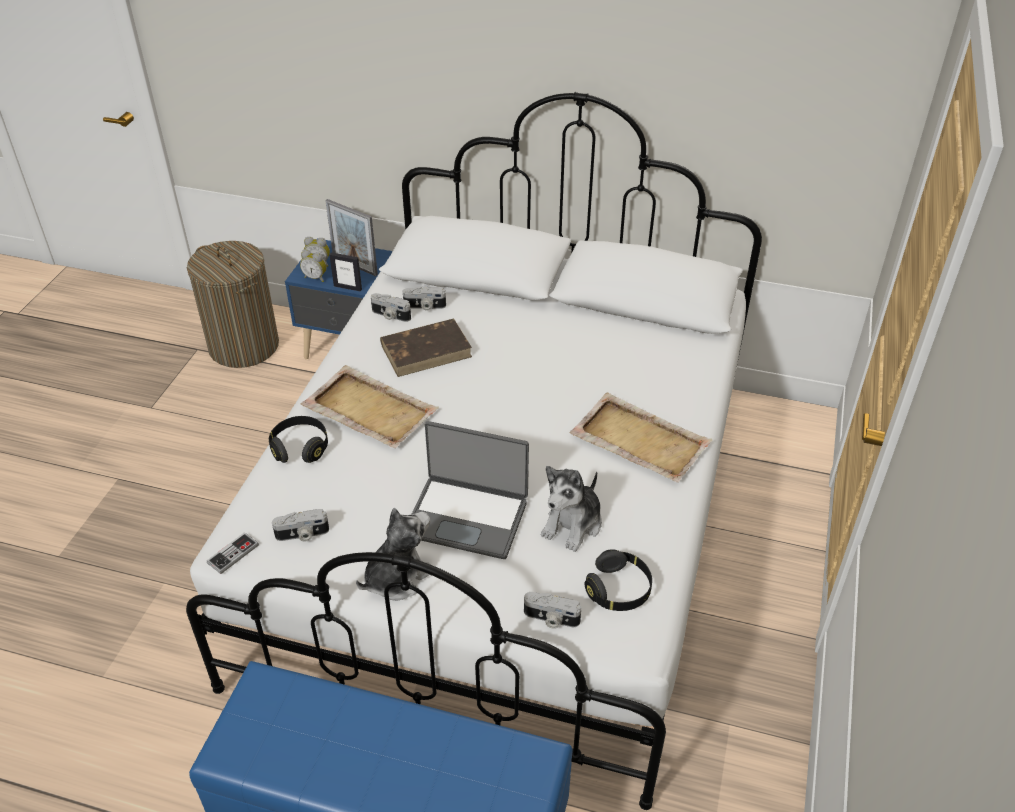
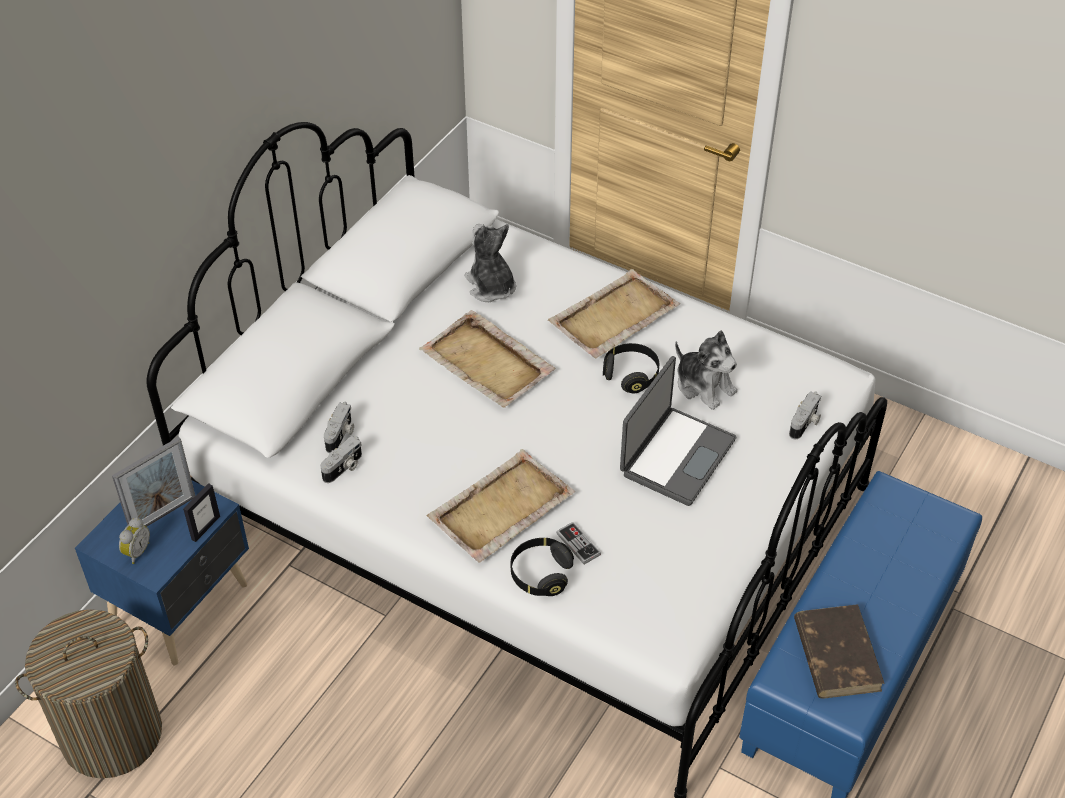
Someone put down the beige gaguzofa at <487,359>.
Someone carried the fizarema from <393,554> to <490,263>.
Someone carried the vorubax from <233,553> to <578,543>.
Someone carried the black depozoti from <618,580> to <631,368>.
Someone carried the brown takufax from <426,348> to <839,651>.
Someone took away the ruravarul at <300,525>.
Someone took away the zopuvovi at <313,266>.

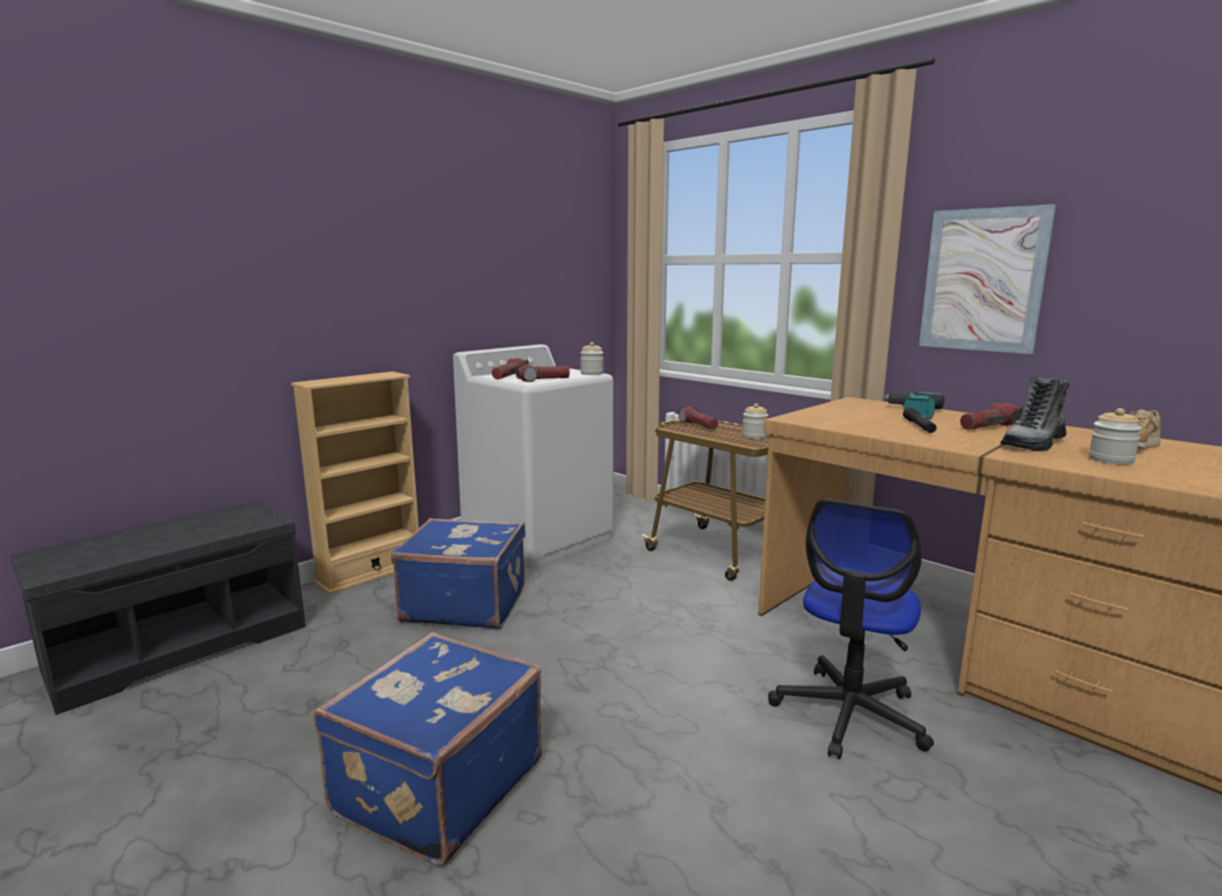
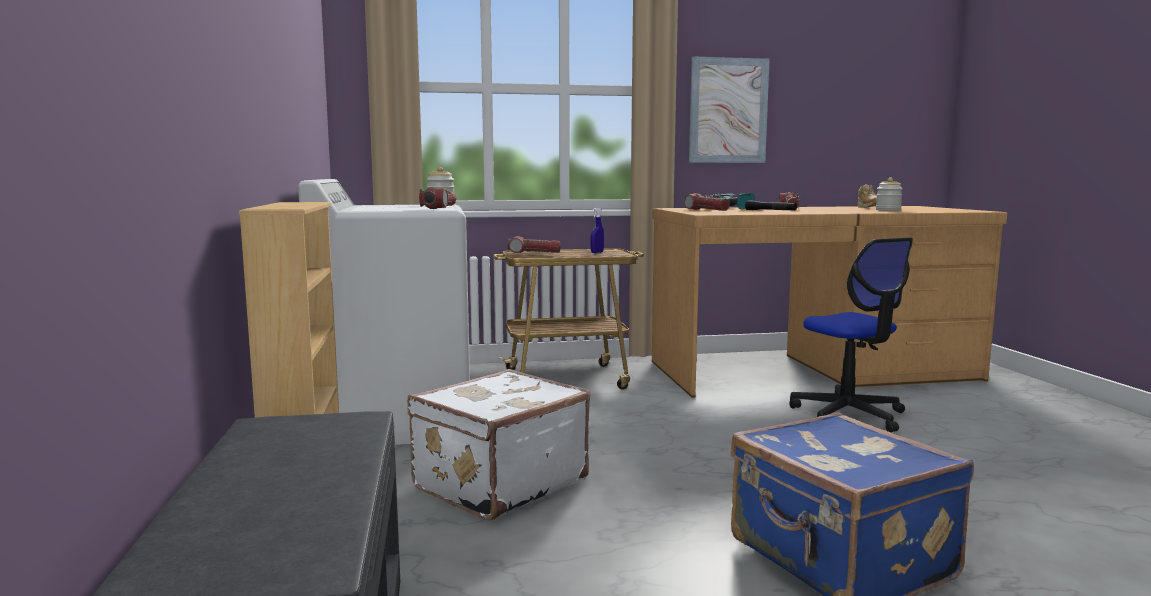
Someone repainted the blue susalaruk at <458,573>, which became the white susalaruk at <499,444>.
Someone swapped the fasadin at <755,421> for the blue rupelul at <597,230>.
Someone carried the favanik from <510,368> to <707,202>.
Someone took away the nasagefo at <1034,413>.

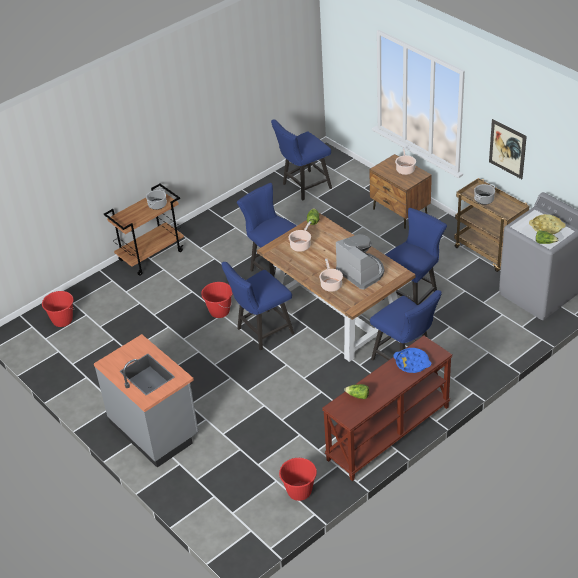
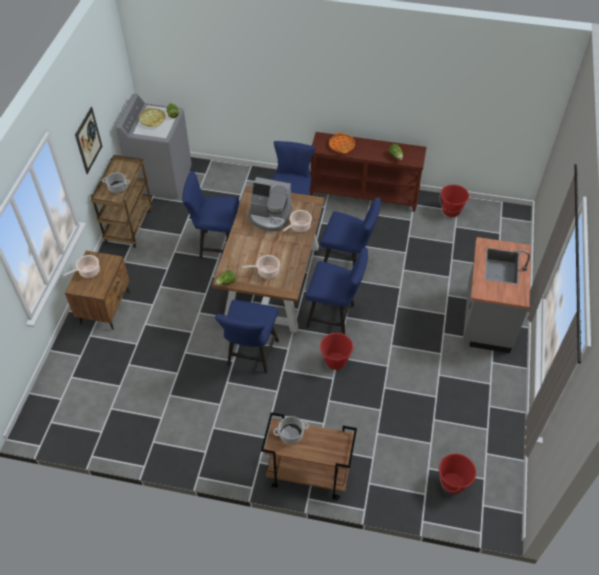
Someone rotated the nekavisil at <360,261> by 90 degrees counterclockwise.
Someone carried the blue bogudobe from <301,160> to <350,234>.
Someone repainted the blue gaguzofa at <412,360>, which became the orange gaguzofa at <342,143>.

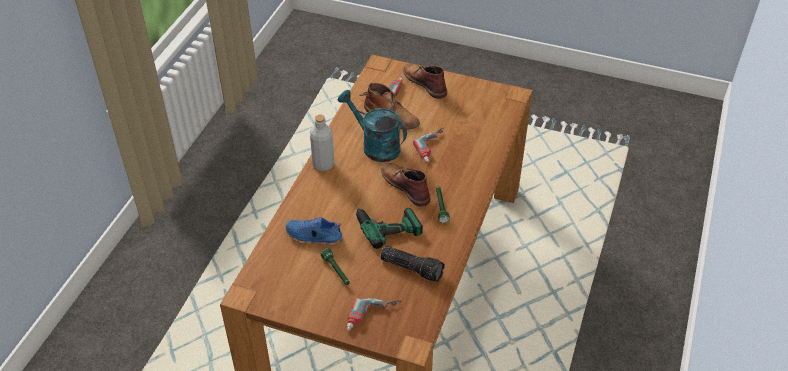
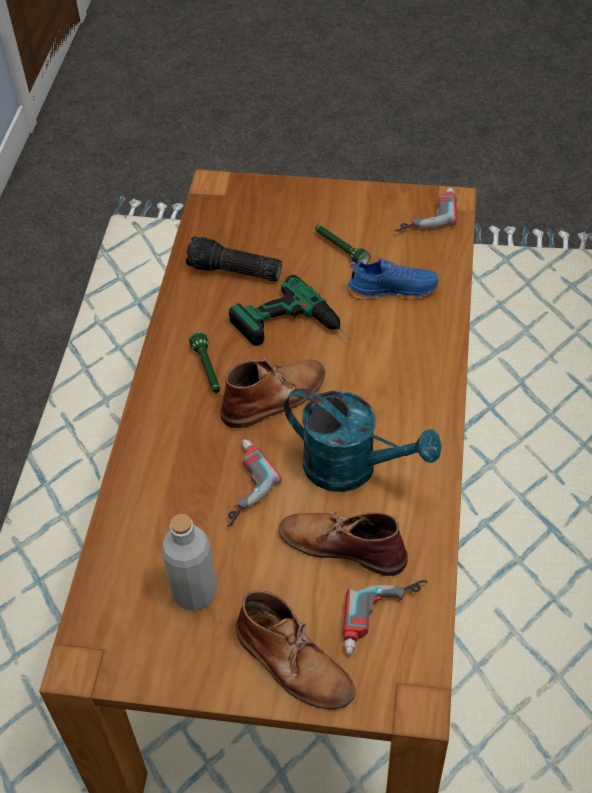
Someone carried the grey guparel from <322,143> to <189,562>.
Someone rotated the brown nasagefo at <405,185> by 75 degrees counterclockwise.
Someone carried the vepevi from <374,314> to <426,209>.

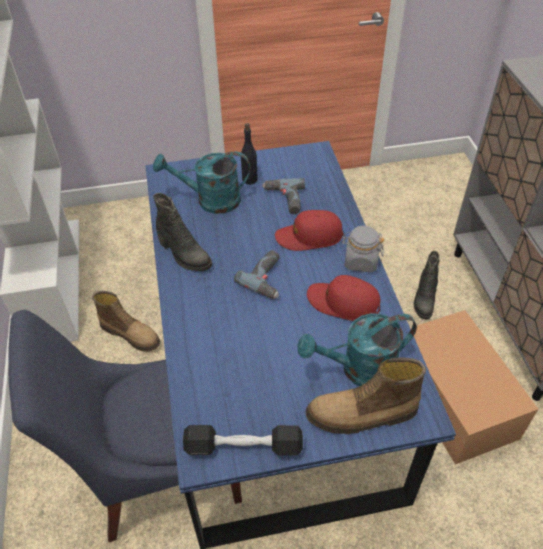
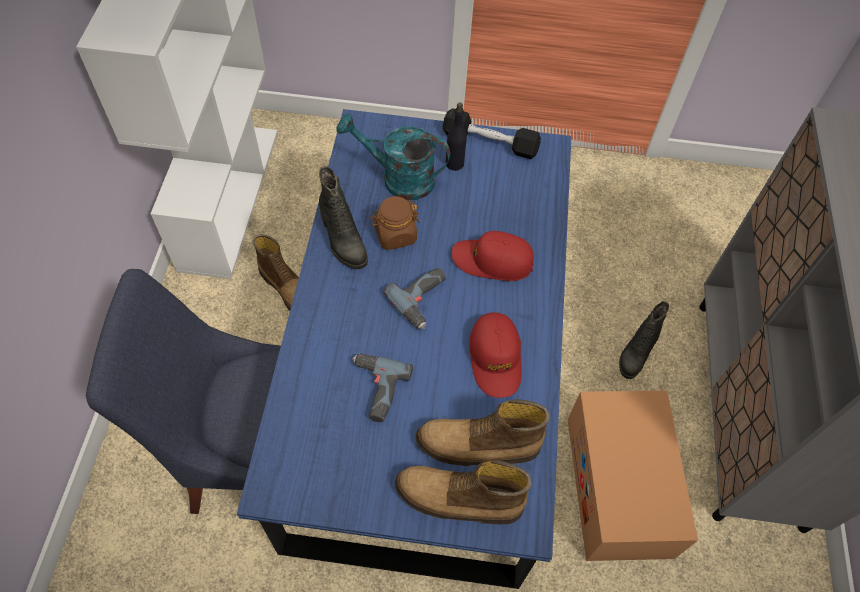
Someone carried the vepevi from <283,196> to <383,387>.
Someone put down the brown fasadin at <395,223>.
Someone swapped the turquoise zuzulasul at <357,350> for the nasagefo at <482,432>.
Someone carried the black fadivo from <243,440> to <492,133>.
Someone rotated the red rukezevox at <344,298> by 135 degrees counterclockwise.
Someone took away the grey fasadin at <362,249>.

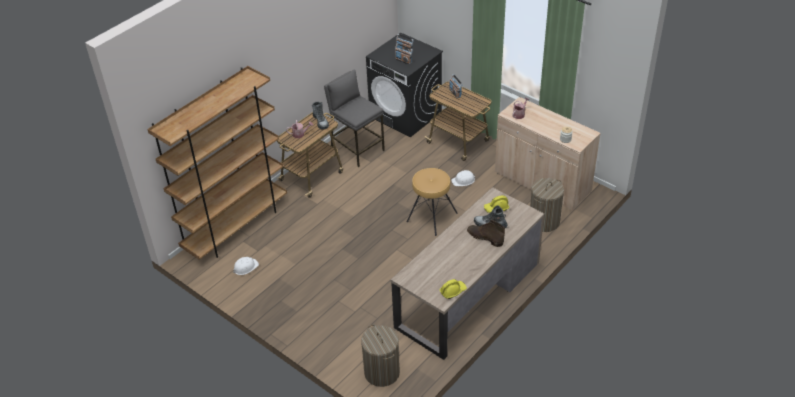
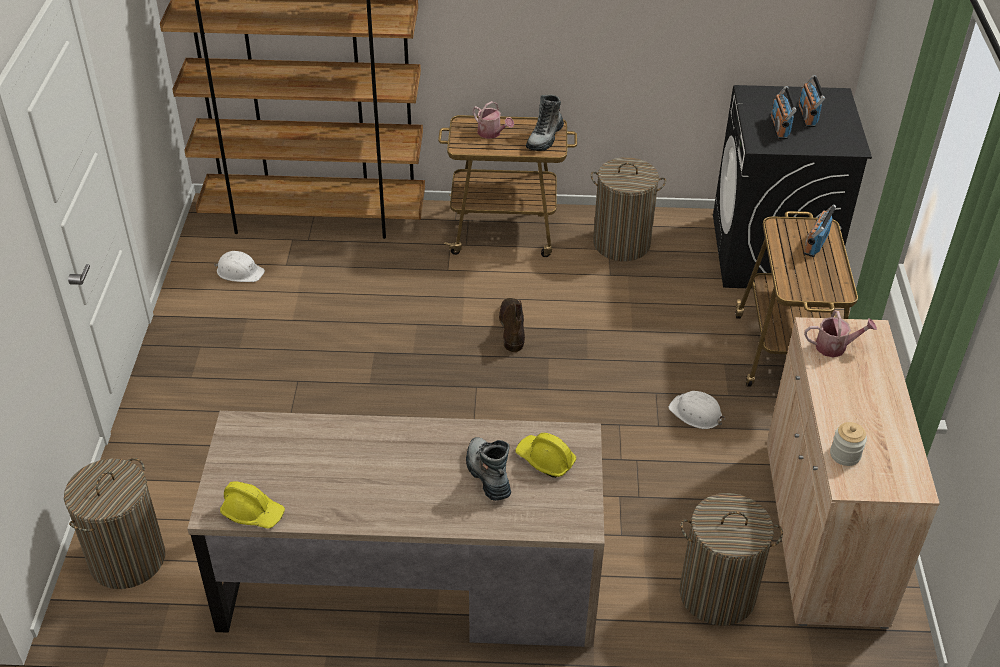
Someone carried the brown nasagefo from <486,233> to <512,325>.
Someone swapped the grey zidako at <354,118> for the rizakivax at <628,209>.
Someone took away the brown zidako at <432,202>.

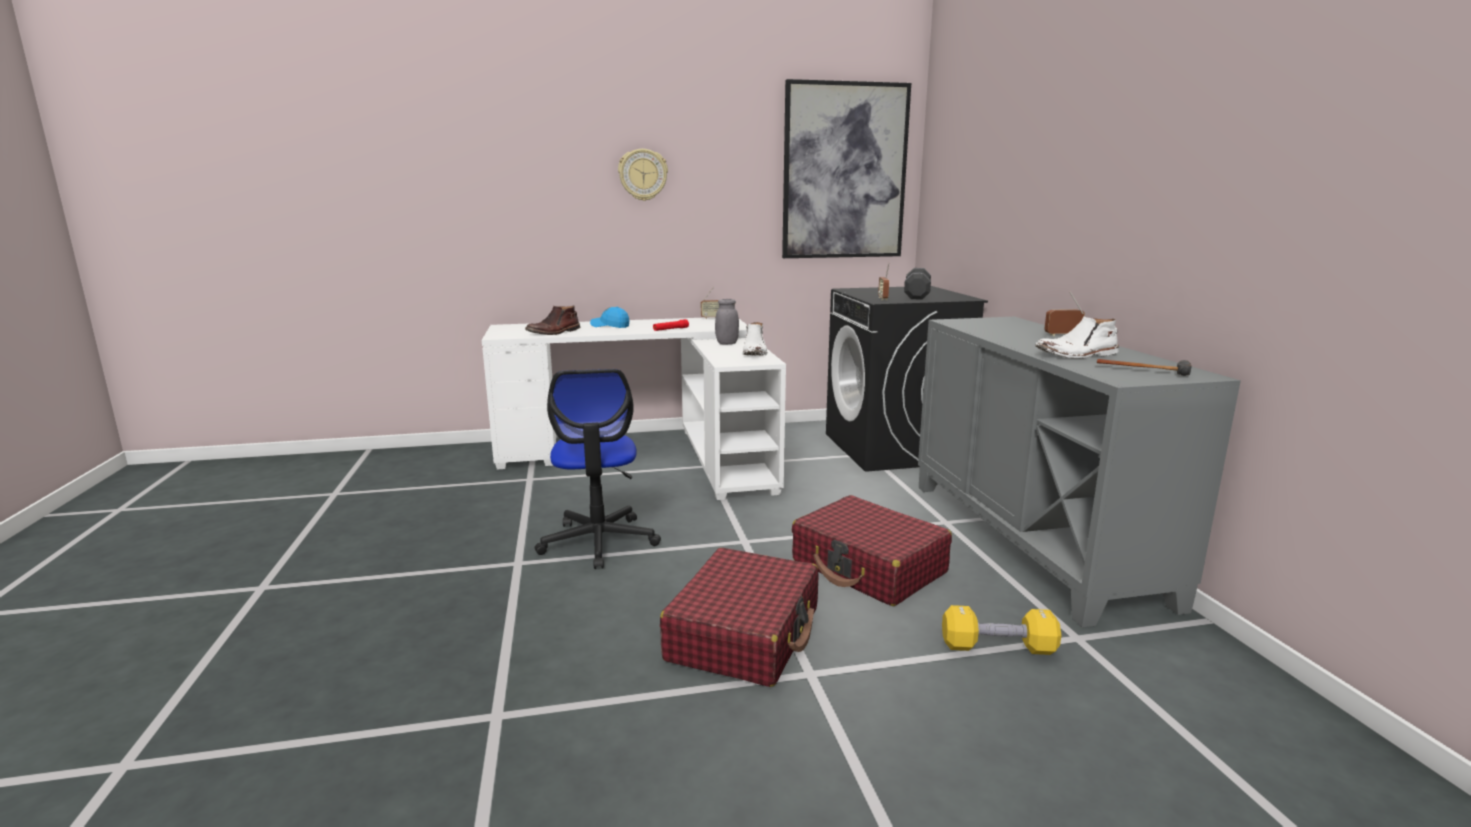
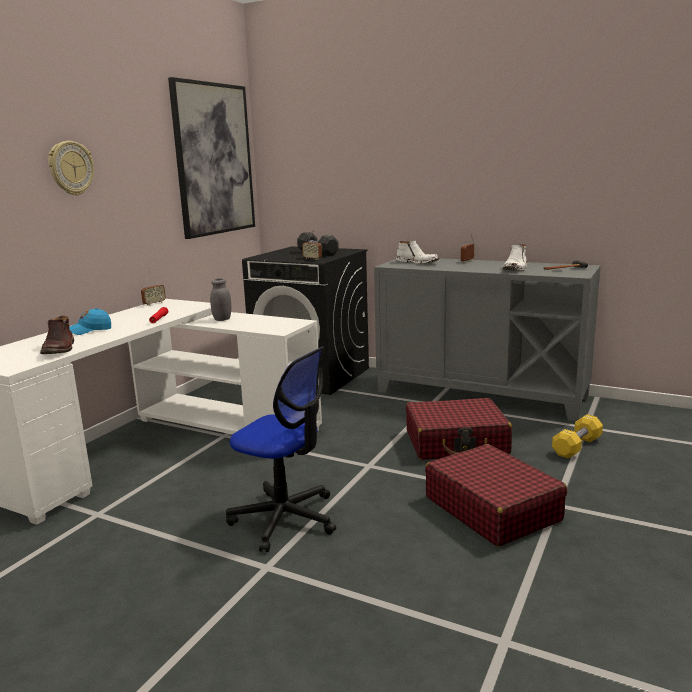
Someone carried the white nasagefo from <755,338> to <417,252>.

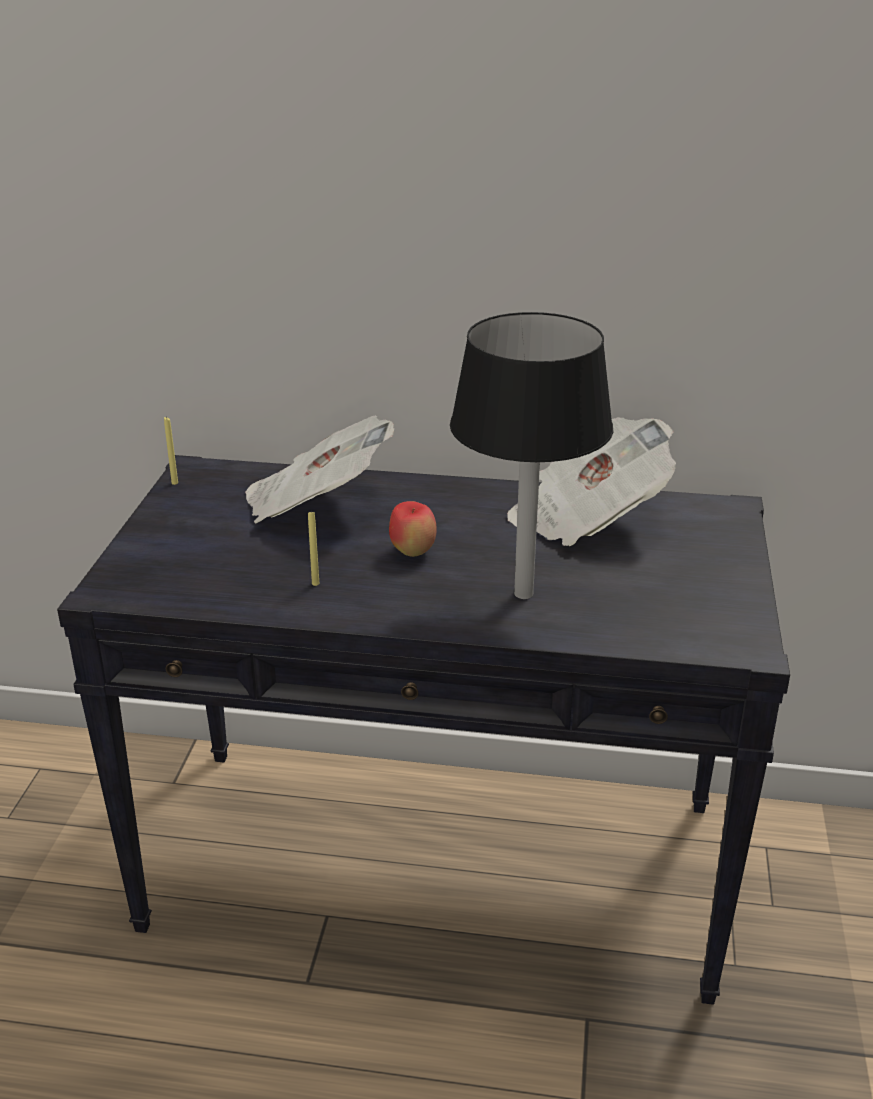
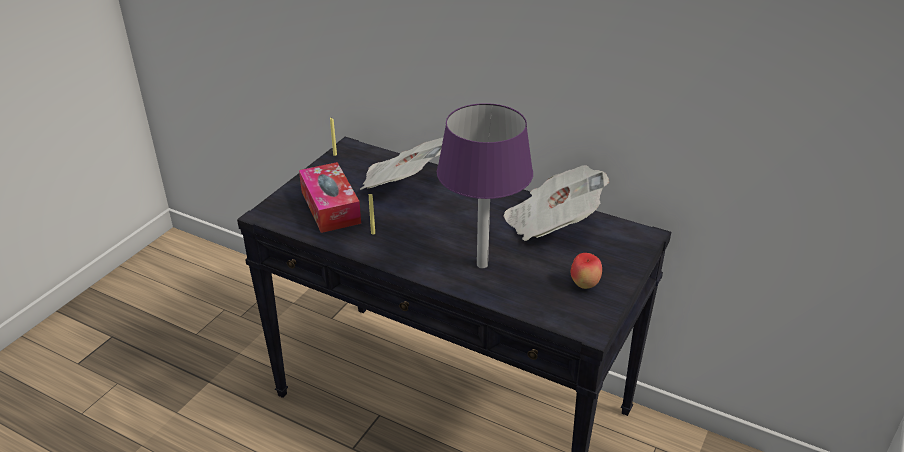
Someone put down the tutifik at <330,197>.
Someone repainted the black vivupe at <531,455>, which became the purple vivupe at <485,185>.
Someone carried the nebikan from <413,529> to <586,271>.

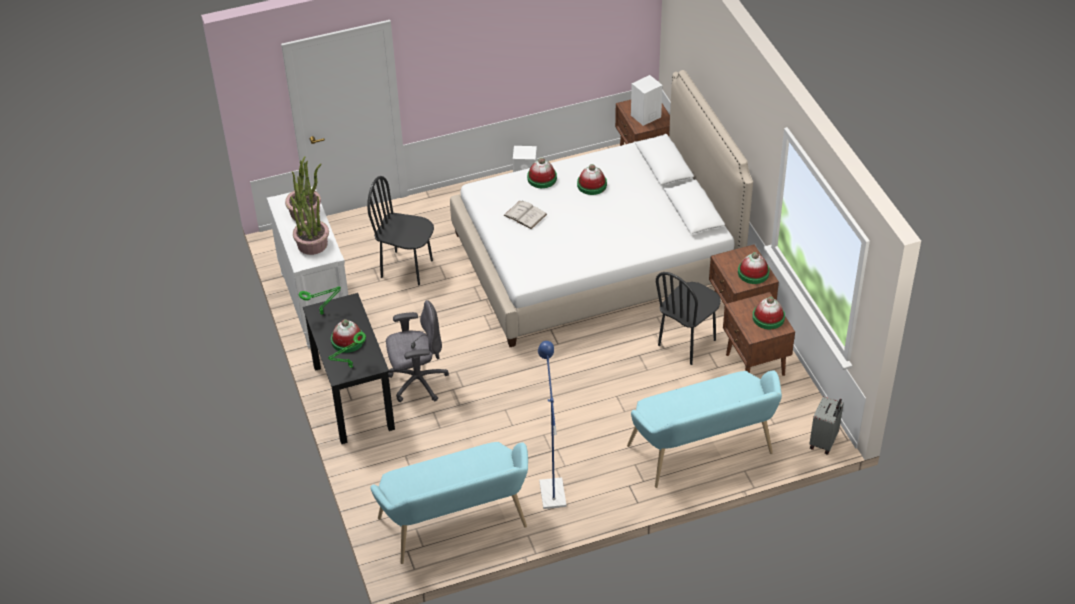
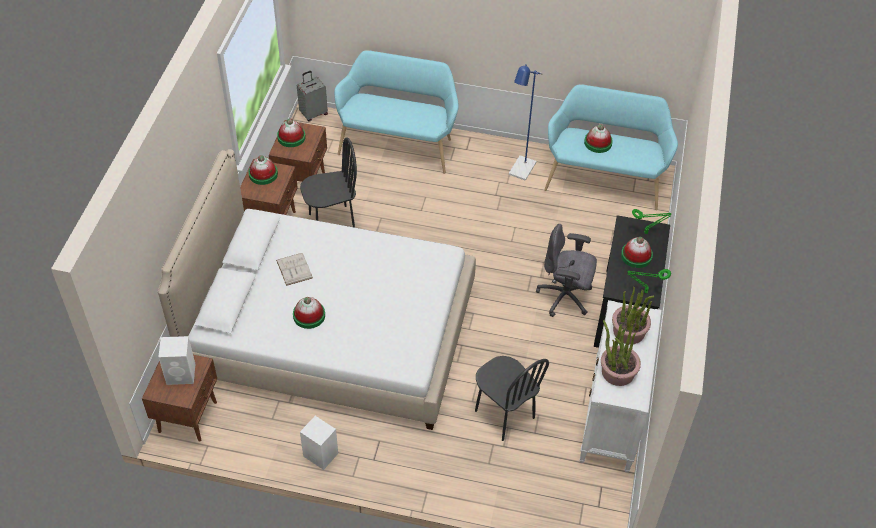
Someone carried the white takufax from <525,214> to <294,269>.
Someone carried the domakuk from <542,173> to <598,138>.

